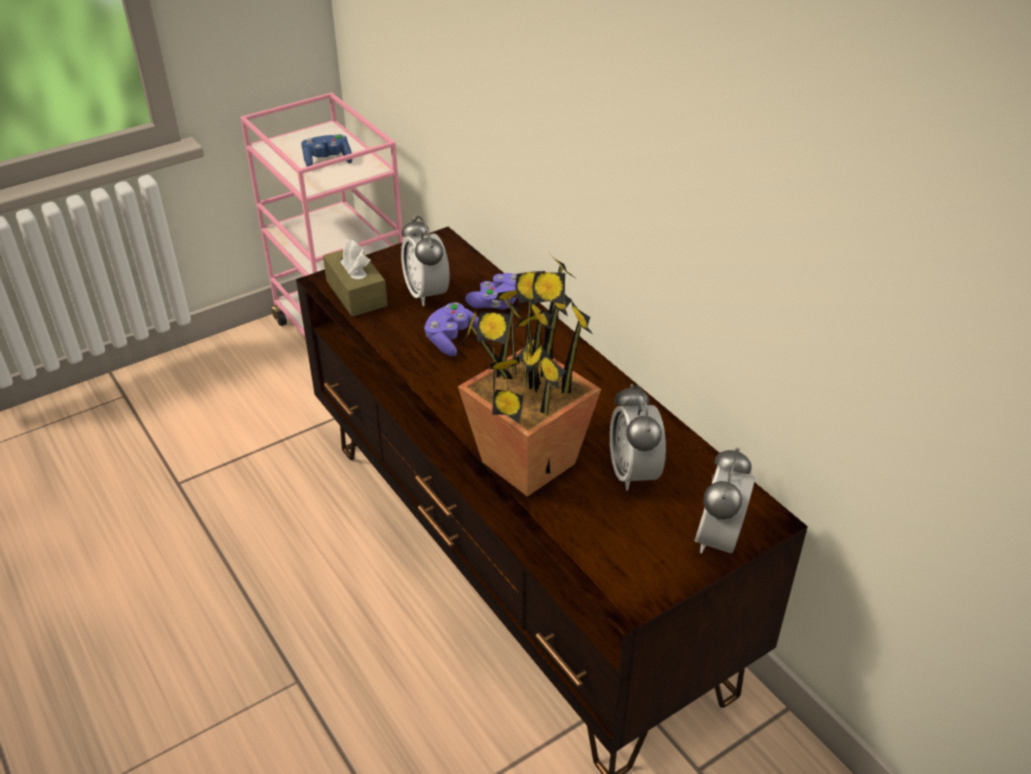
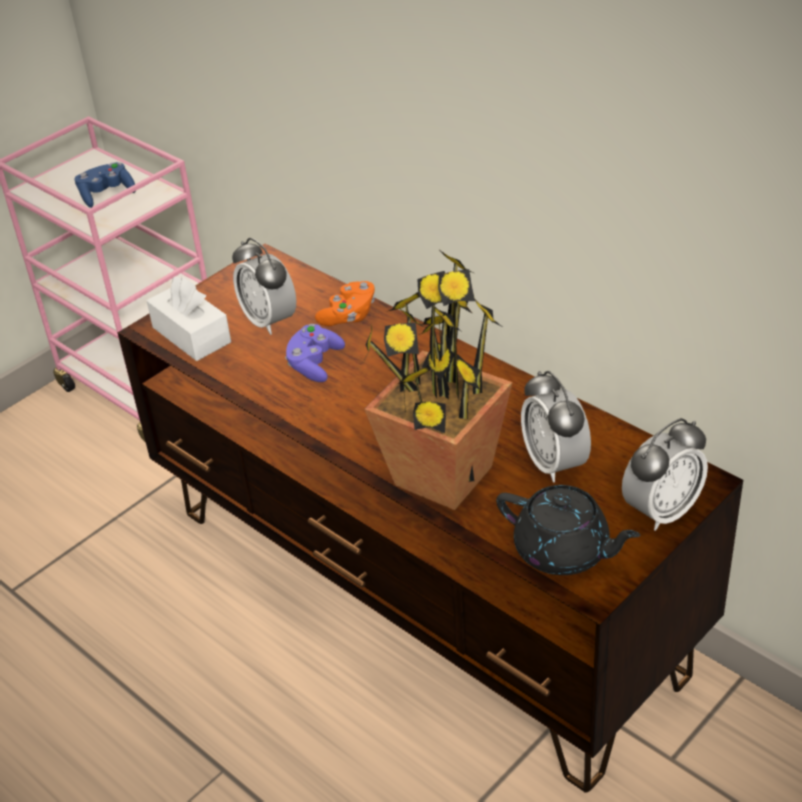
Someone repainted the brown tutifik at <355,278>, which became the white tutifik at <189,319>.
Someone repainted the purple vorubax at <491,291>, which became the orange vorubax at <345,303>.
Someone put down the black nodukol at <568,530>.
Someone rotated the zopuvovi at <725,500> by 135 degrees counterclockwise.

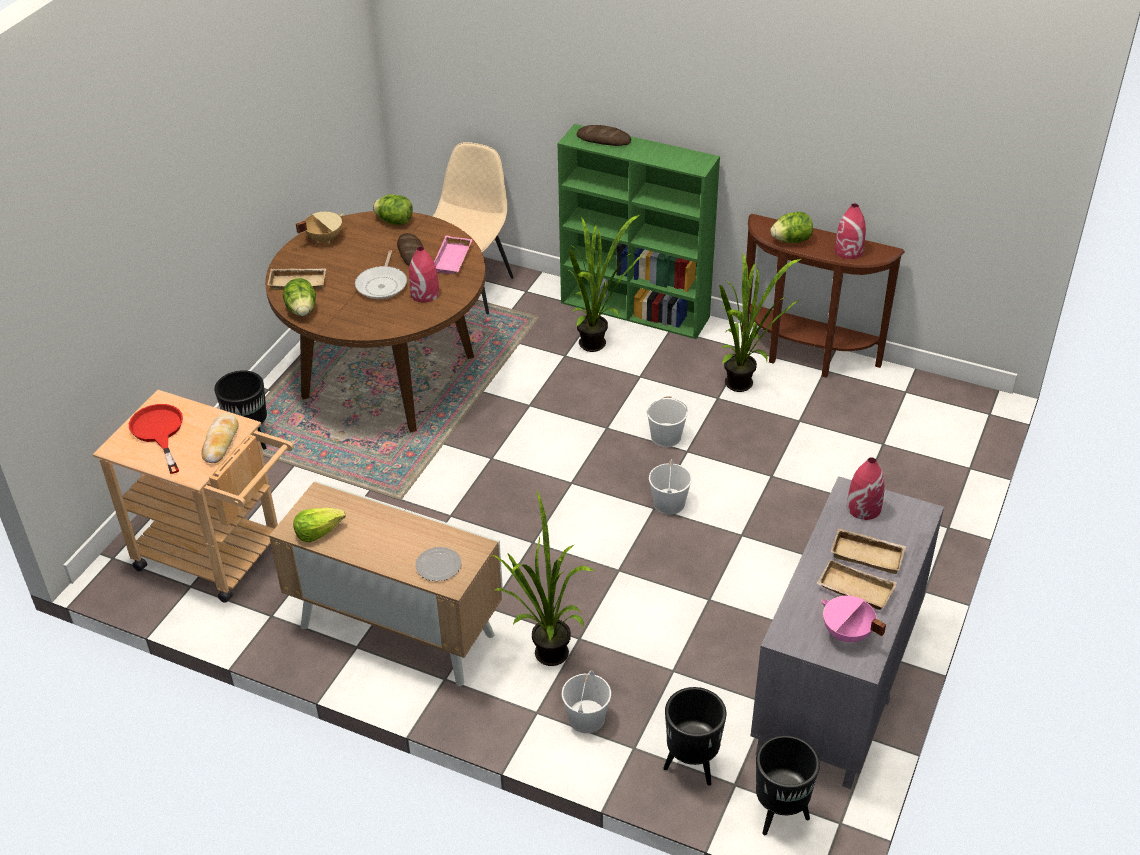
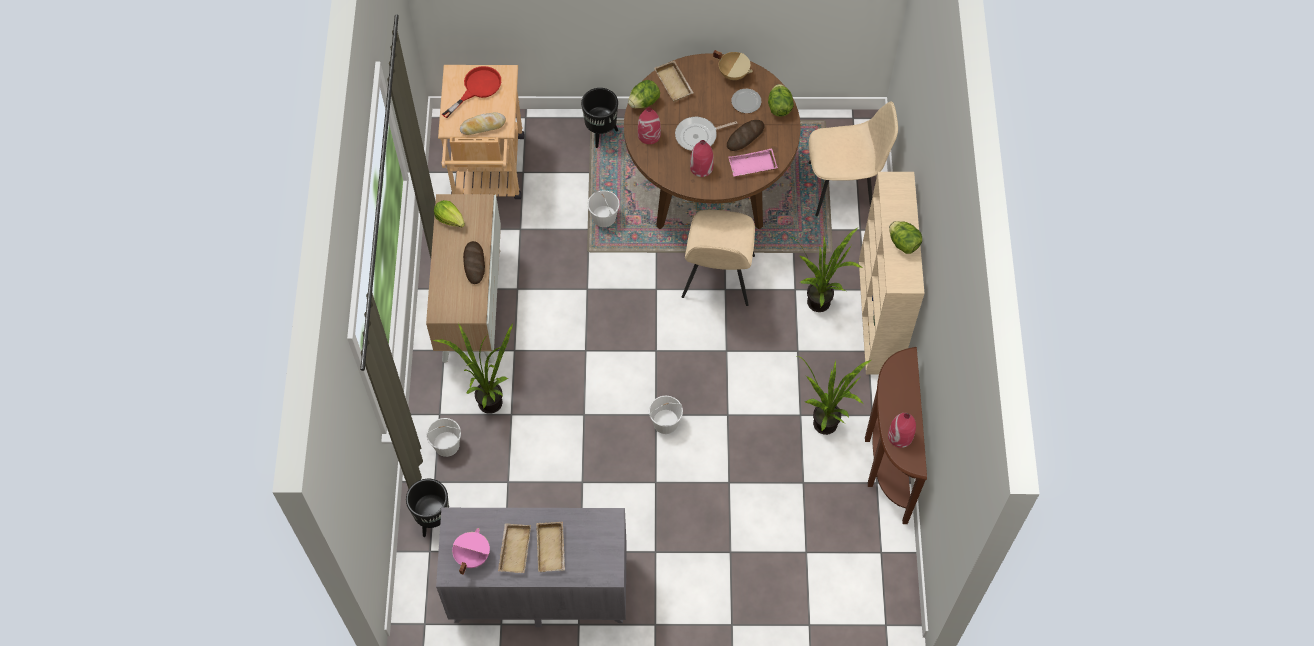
Someone carried the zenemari from <604,135> to <474,262>.
Someone carried the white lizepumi from <667,421> to <604,208>.
Someone carried the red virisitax from <866,488> to <649,125>.
Someone put down the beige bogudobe at <718,257>.
Someone carried the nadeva from <438,564> to <746,101>.
Someone repainted the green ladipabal at <639,231>, which became the beige ladipabal at <891,273>.
Someone carried the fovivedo from <791,227> to <905,237>.
Someone took away the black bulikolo at <788,785>.

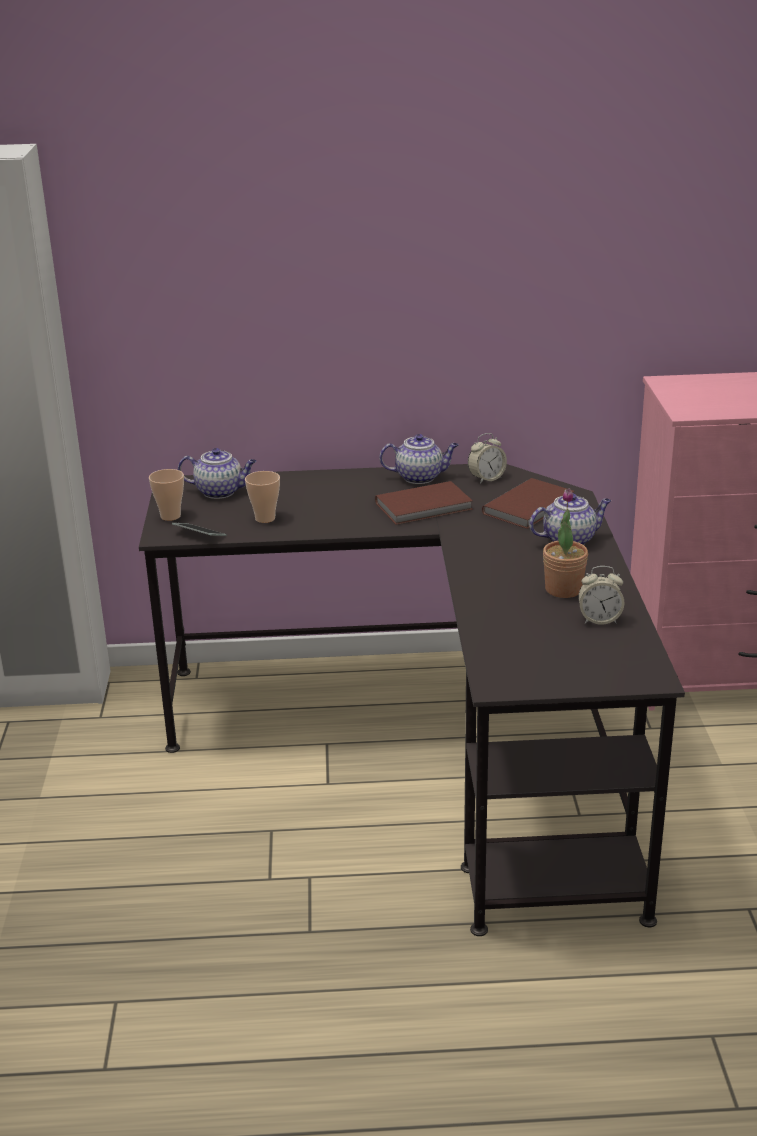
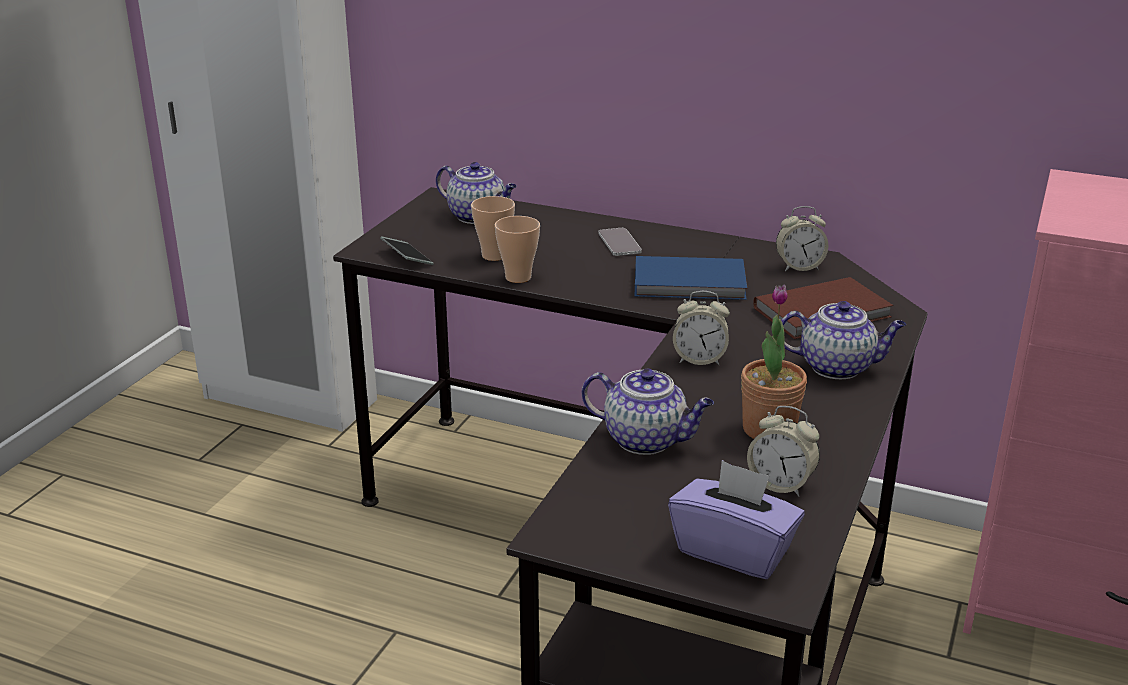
Someone carried the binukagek from <166,495> to <517,249>.
Someone carried the nodukol from <418,459> to <648,412>.
Someone put down the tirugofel at <620,242>.
Someone repainted the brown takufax at <424,503>, which became the blue takufax at <690,278>.
Someone put down the purple tutifik at <736,519>.
Someone put down the zopuvovi at <701,328>.

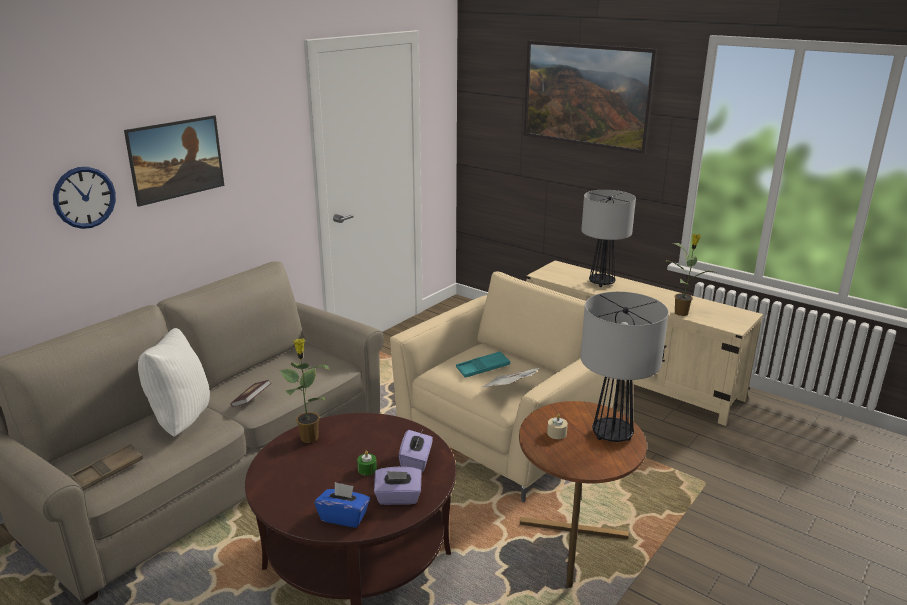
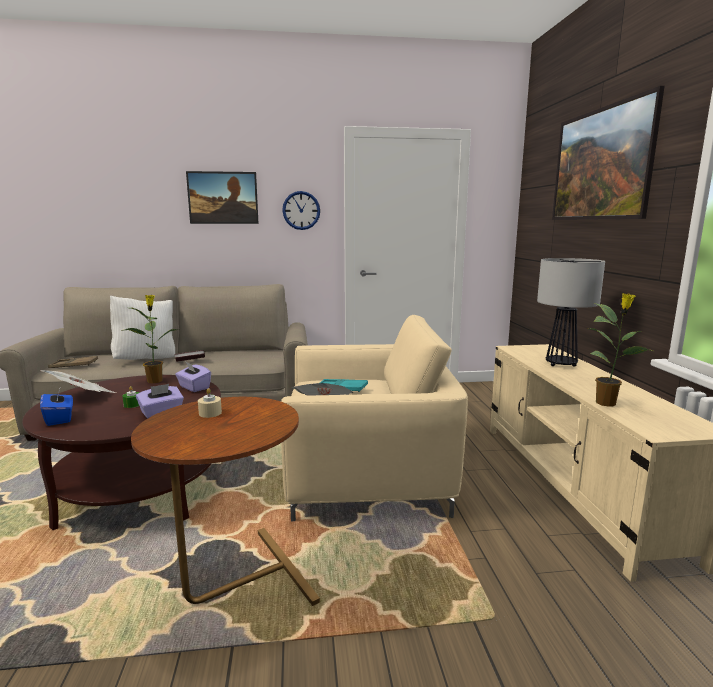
Someone put down the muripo at <78,381>.
Someone carried the purple tutifik from <398,486> to <193,376>.
Someone carried the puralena from <84,198> to <301,210>.
Someone took away the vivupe at <624,367>.

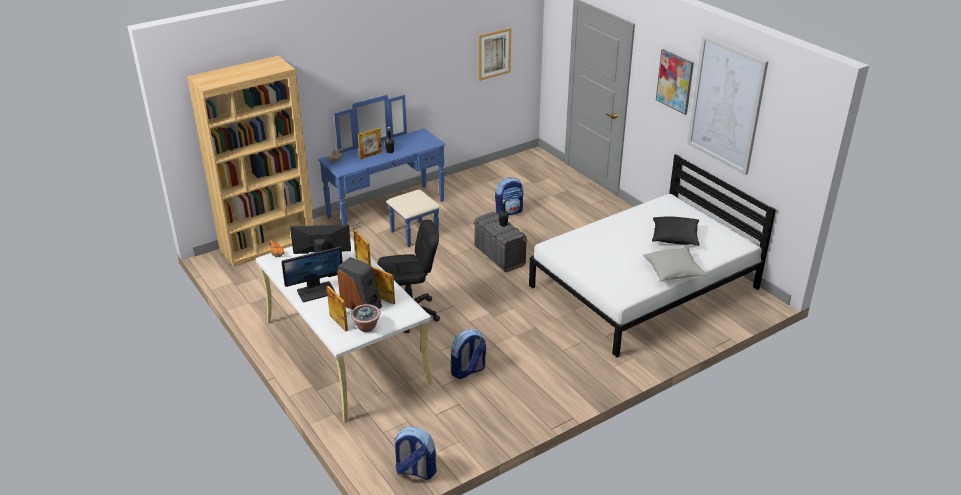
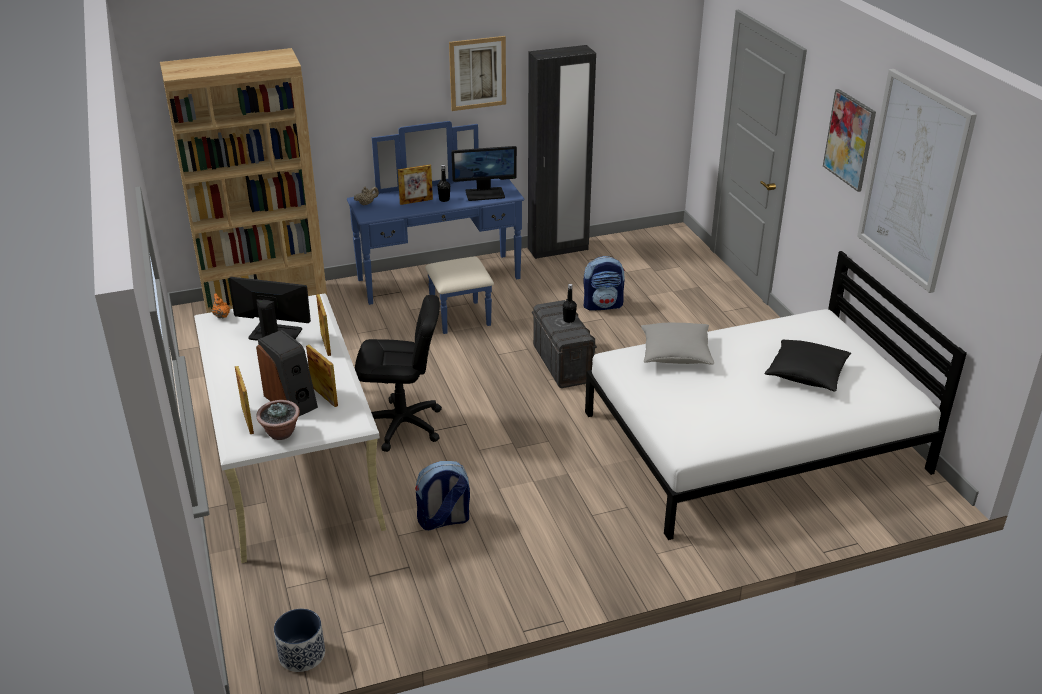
Someone swapped the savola at <415,453> for the bulikolo at <299,640>.
Someone carried the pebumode from <494,54> to <477,73>.
Someone carried the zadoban from <312,274> to <484,173>.
Someone put down the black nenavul at <562,152>.
Someone carried the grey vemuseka from <675,264> to <677,344>.

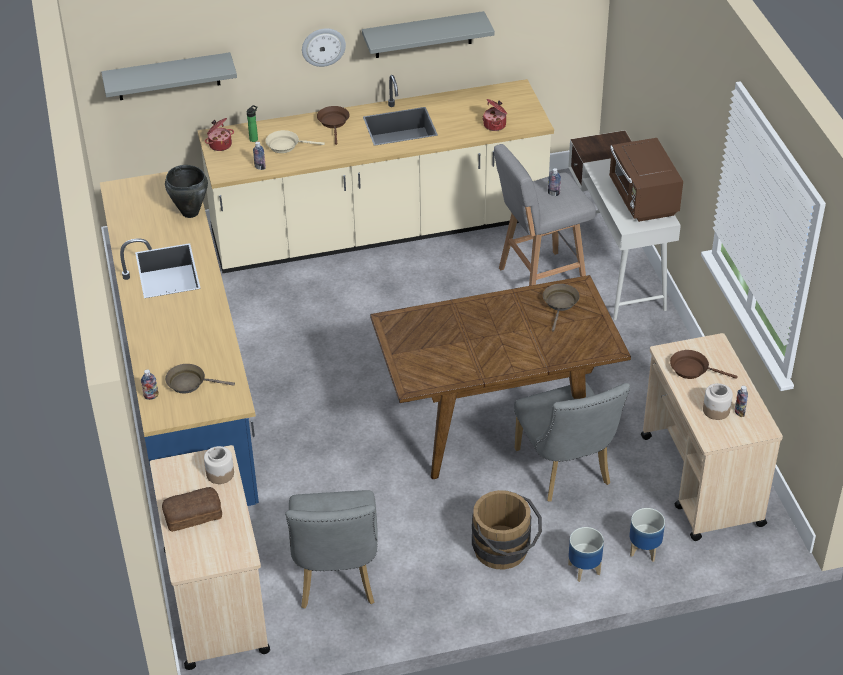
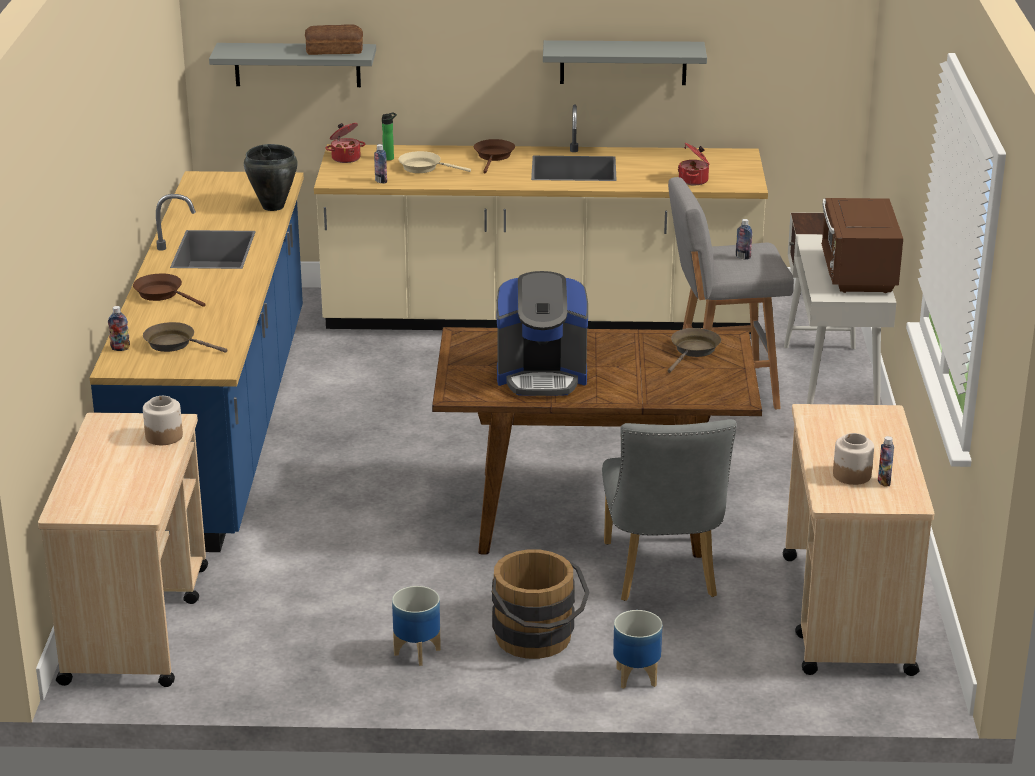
Someone carried the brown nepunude from <704,364> to <169,290>.
Someone carried the zenemari from <192,509> to <334,39>.
Someone carried the bulikolo from <647,535> to <416,626>.
Someone put down the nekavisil at <542,333>.
Someone took away the grey bogudobe at <331,549>.
Someone took away the puralena at <324,47>.

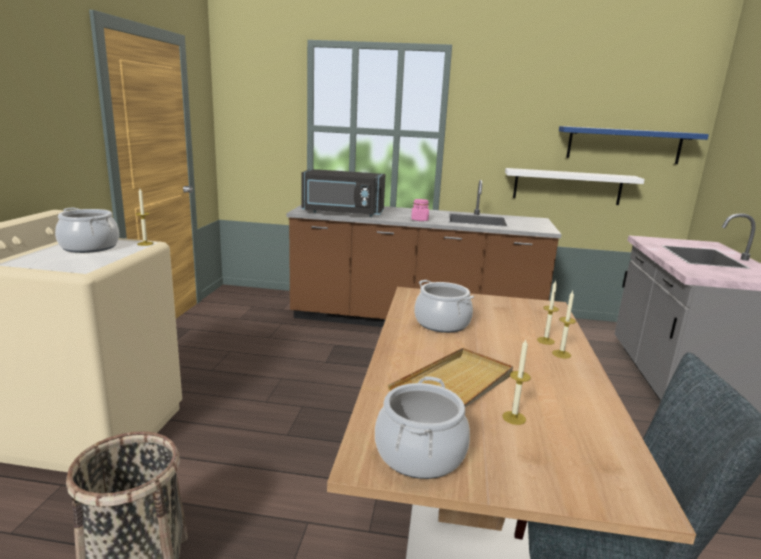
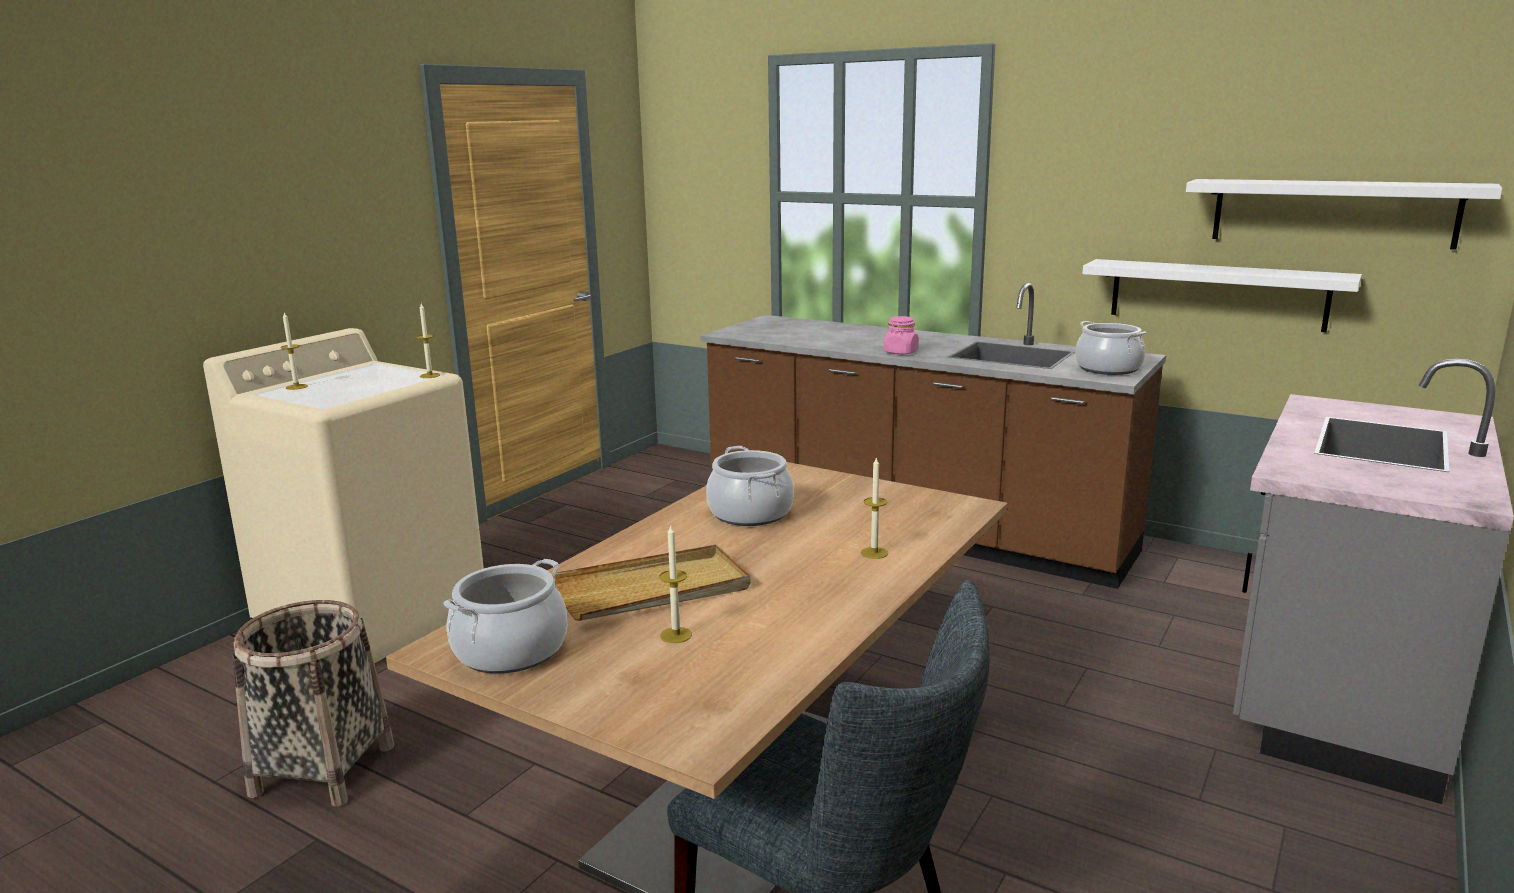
Someone carried the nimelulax from <564,324> to <294,351>.
Someone carried the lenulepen from <87,230> to <1110,348>.
Someone repainted the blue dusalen at <634,145>, which became the white dusalen at <1344,214>.
Someone took away the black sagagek at <343,193>.

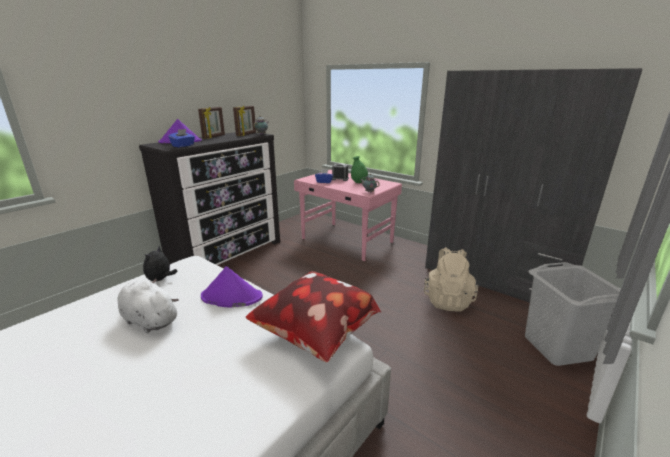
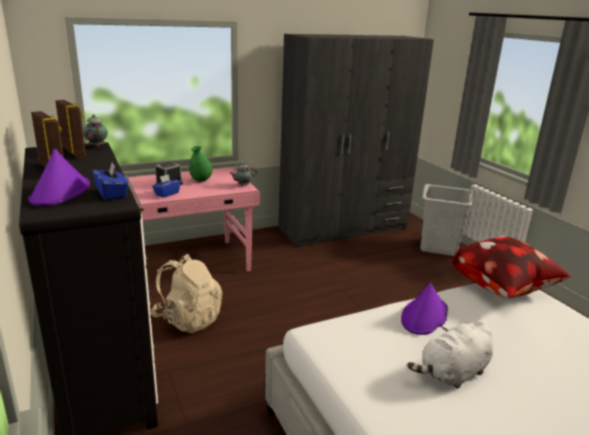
Someone carried the beige savola from <451,279> to <186,293>.
Someone took away the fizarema at <160,263>.

